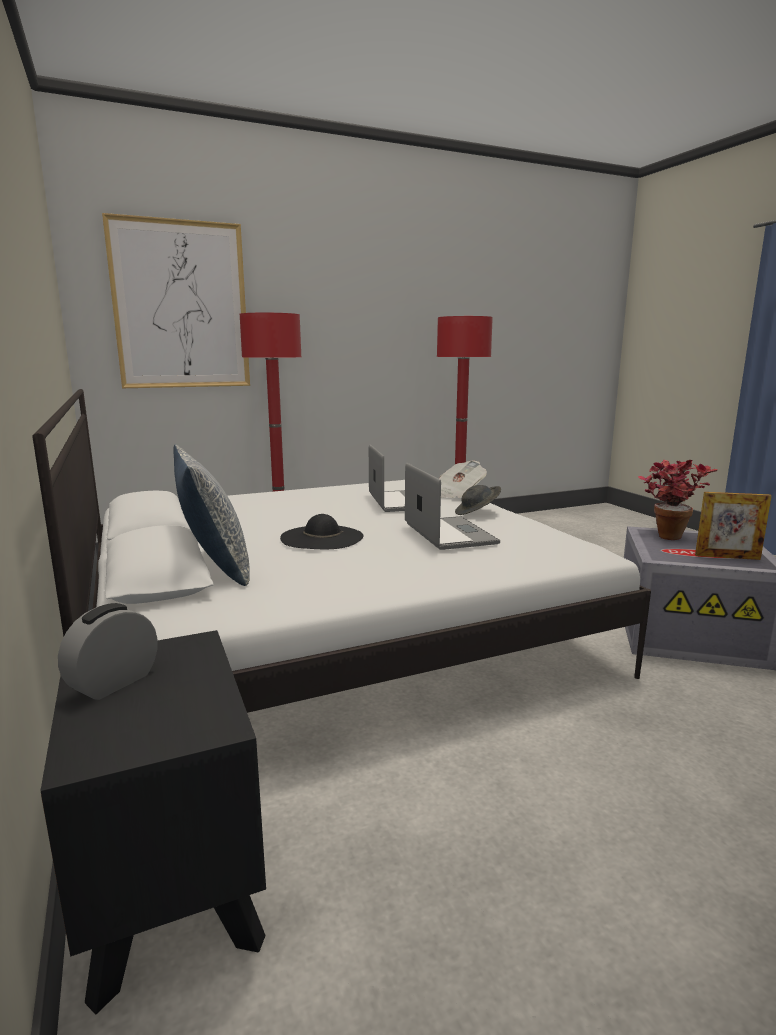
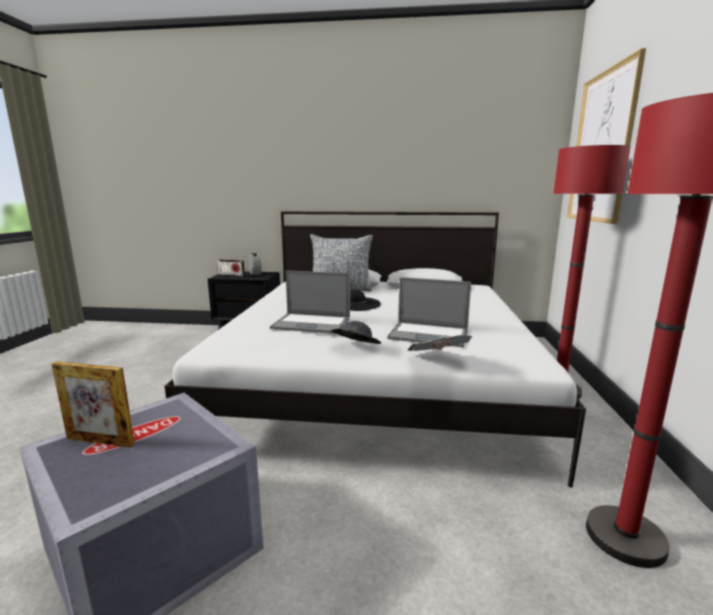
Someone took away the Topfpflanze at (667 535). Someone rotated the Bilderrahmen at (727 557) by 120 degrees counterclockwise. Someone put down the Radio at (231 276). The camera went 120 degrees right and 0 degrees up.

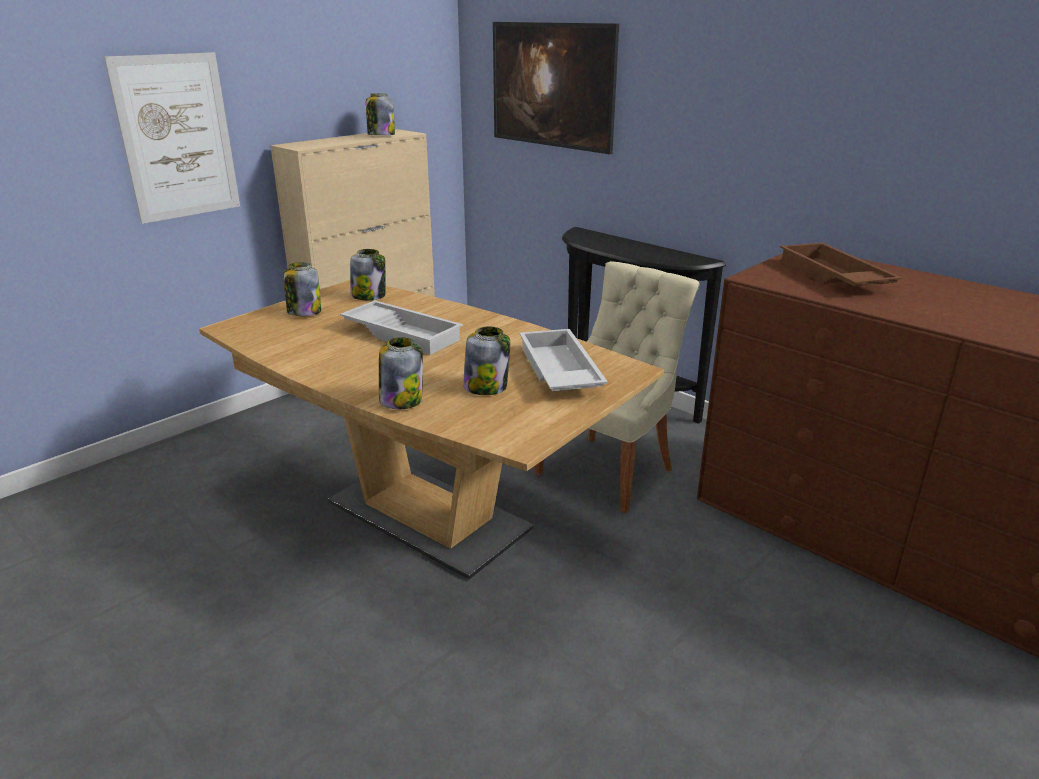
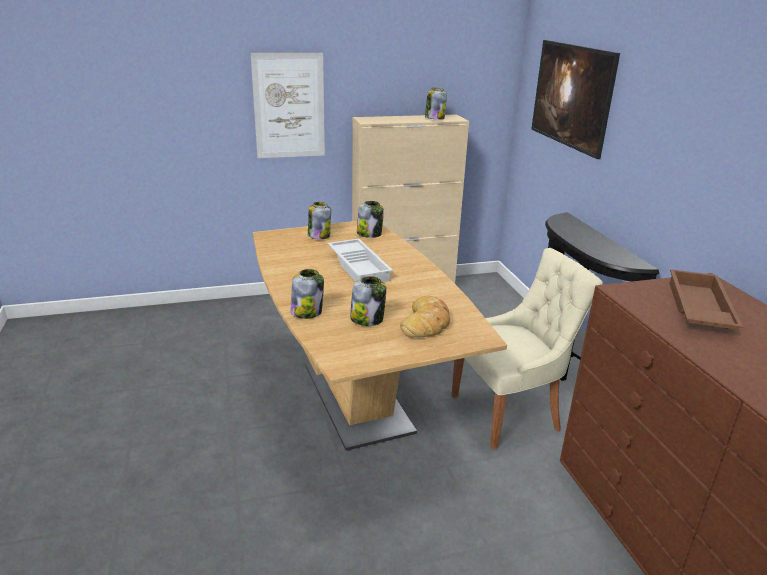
Someone swapped the Tablett/weiß at (557 371) for the Brot at (427 322). The camera went 30 degrees right and 0 degrees up.

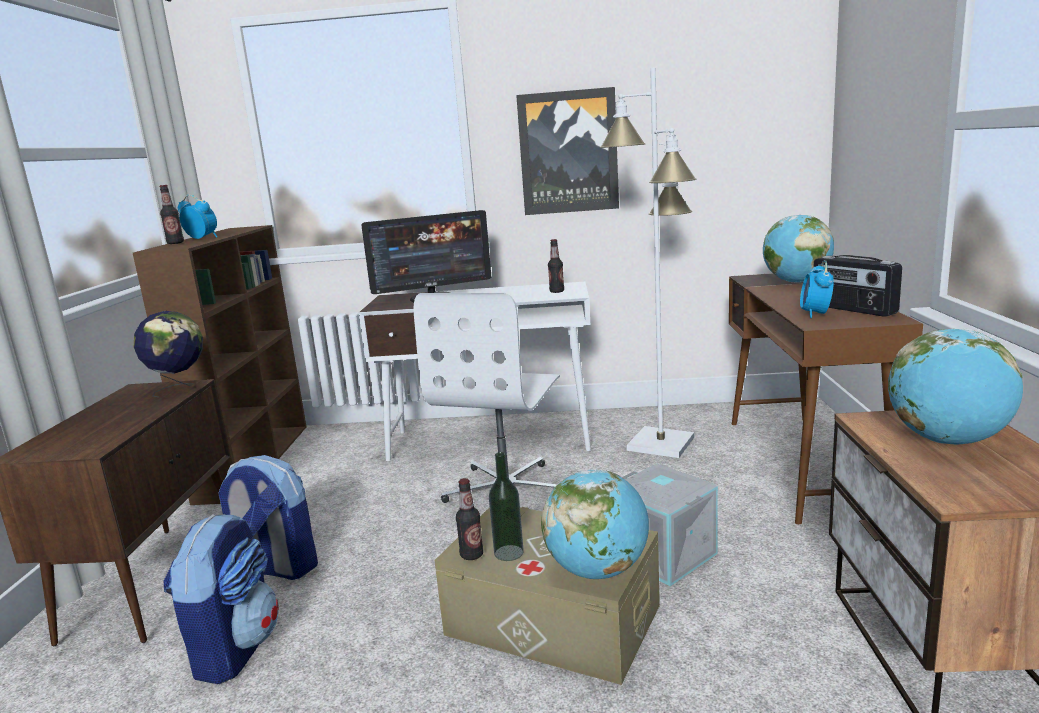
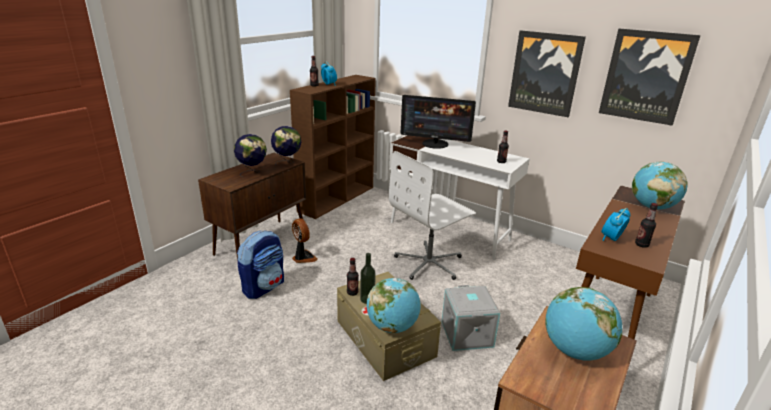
Someone took away the Stehlampe/weiß at (660 443). Someone swapped the Radio at (852 309) for the Flasche at (641 245). Someone swapped the Rucksack at (274 568) for the Ventilator at (303 258). Someone put up the Bild at (646 76). Someone put down the Globus at (252 172). The camera went 30 degrees right and 10 degrees up.

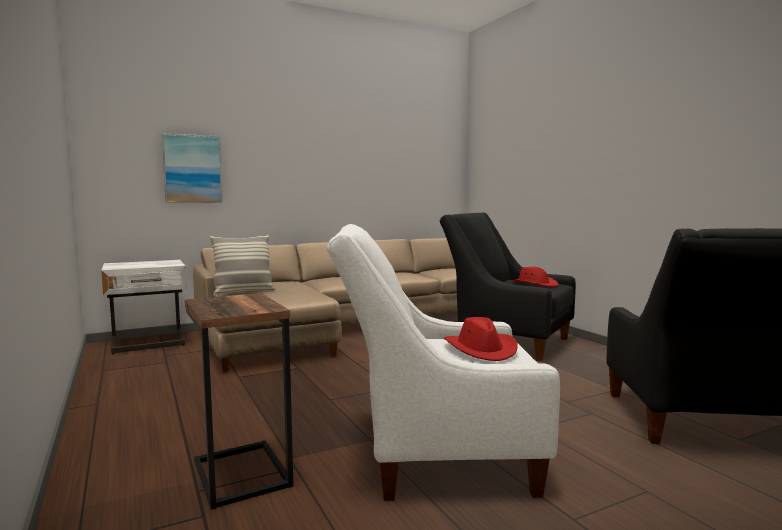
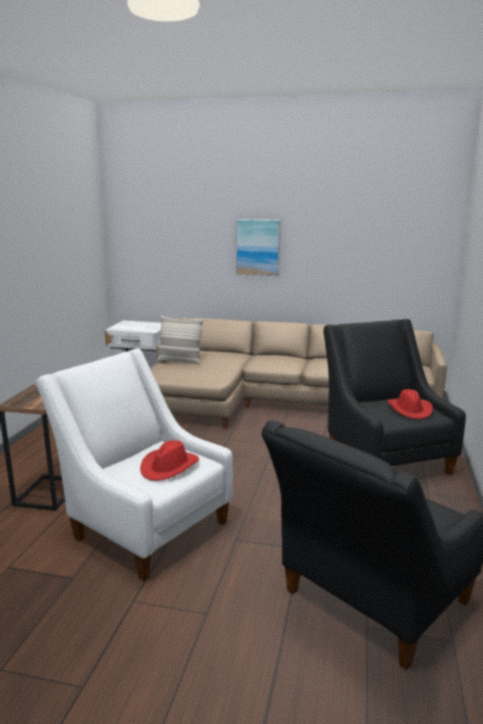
Someone carried the Bild from (192 169) to (258 247). The camera went 40 degrees right and 10 degrees up.

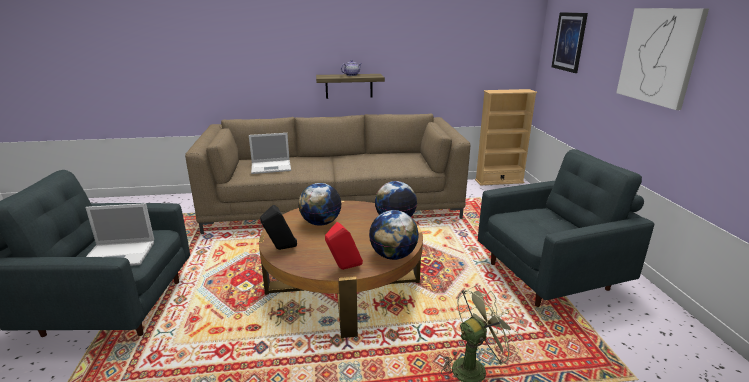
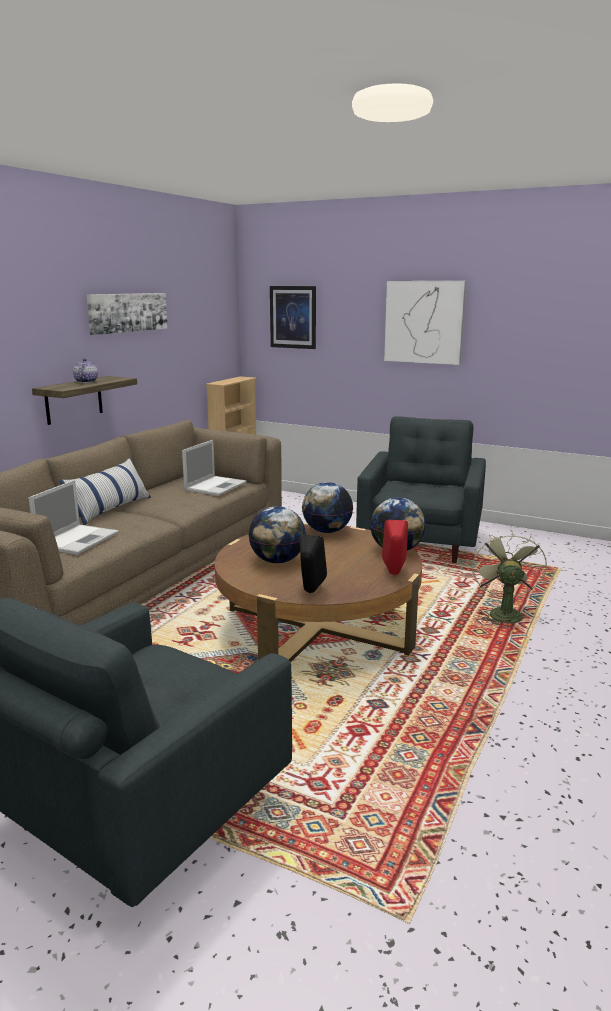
Someone carried the Laptop from (119 255) to (216 486). Someone put up the Bild at (127 312). Someone put down the Kissen at (110 509). The camera went 55 degrees left and 5 degrees down.

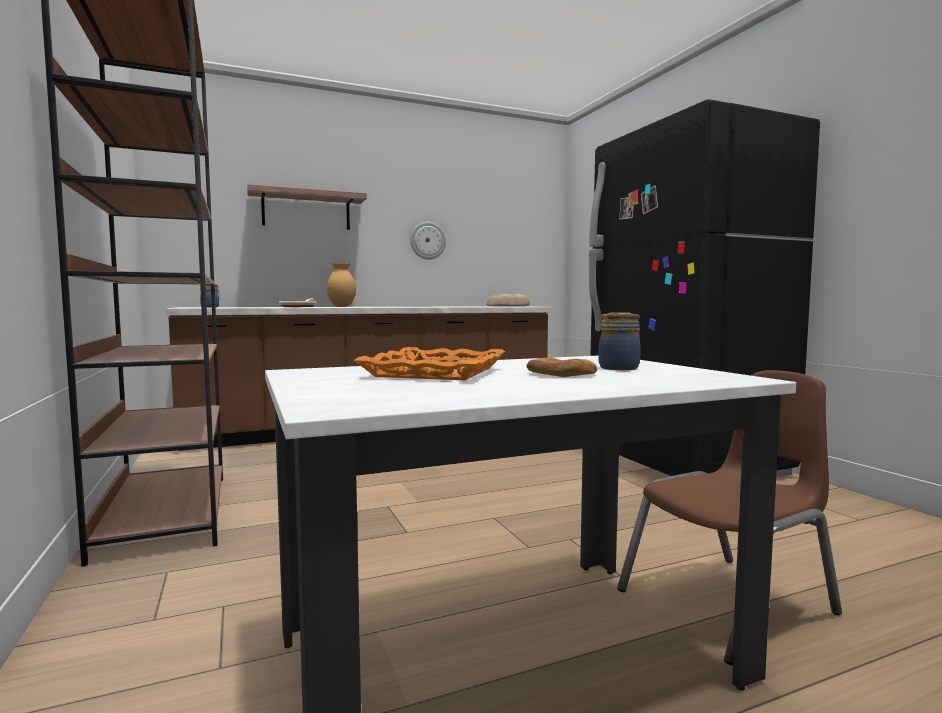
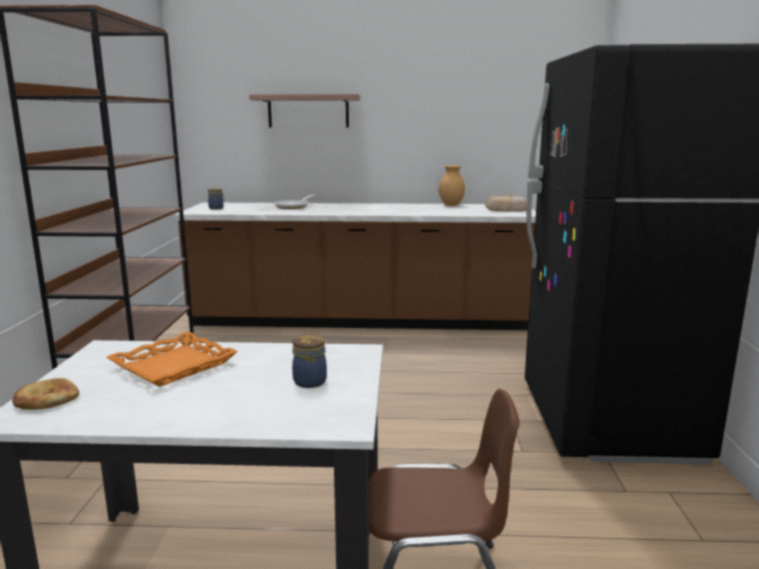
Someone took away the Wanduhr at (427 240). Someone carried the Vase/braun from (342 306) to (451 205). Someone carried the Brot from (561 373) to (46 399). The camera went 25 degrees right and 10 degrees up.

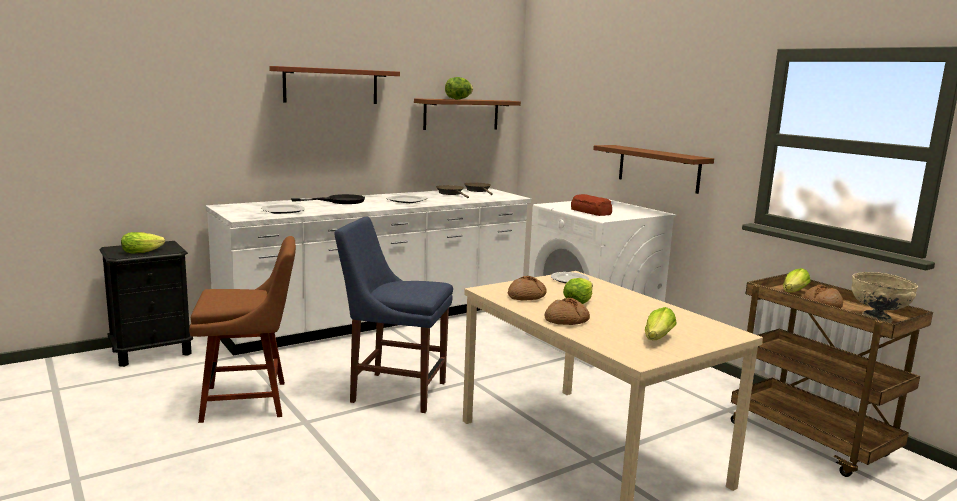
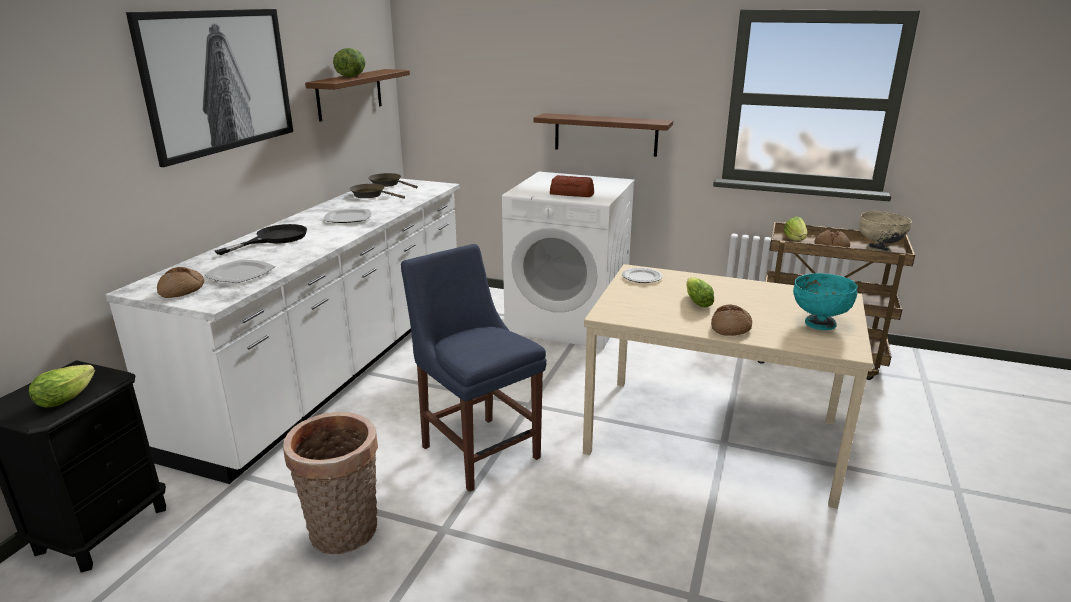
Someone swapped the Wandregal/braun at (331 86) for the Bild at (218 81). Someone rotated the Stuhl/blau at (394 391) by 75 degrees clockwise. Someone swapped the Stuhl/braun at (250 401) for the Korb at (344 534). Someone carried the Brot from (526 296) to (182 290). Someone swapped the Salatkopf at (657 339) for the Schüssel/türkis at (819 323). The camera went 35 degrees left and 10 degrees up.

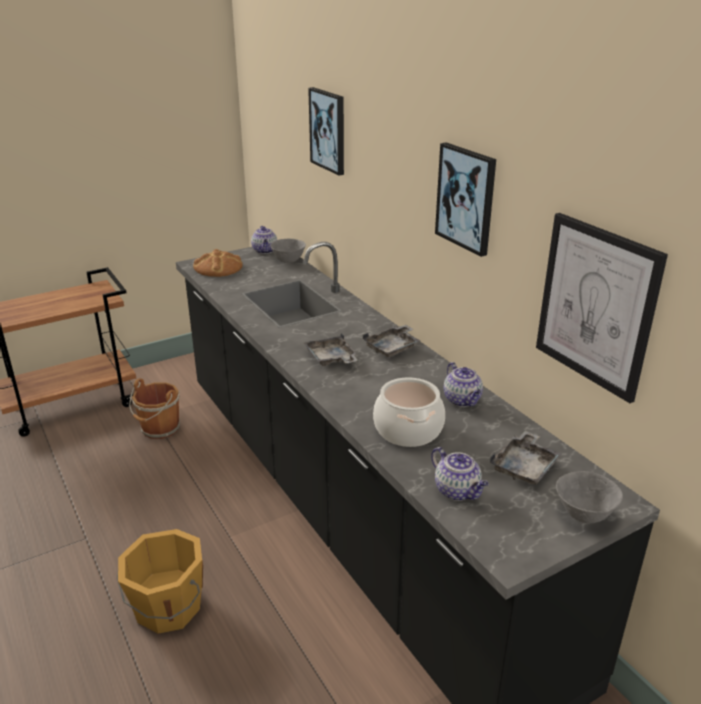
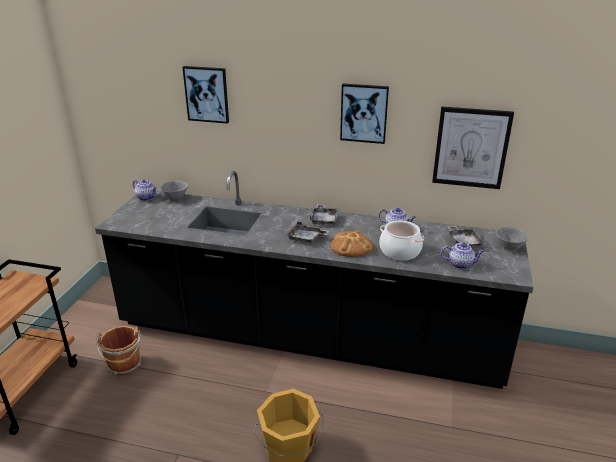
Someone carried the Brot from (218 268) to (351 246). The camera went 45 degrees left and 0 degrees up.

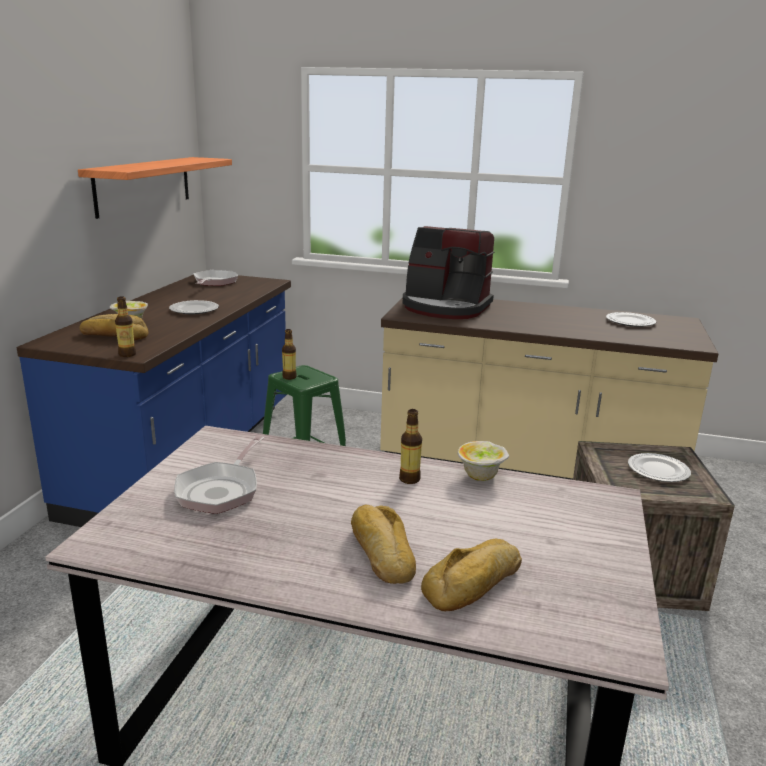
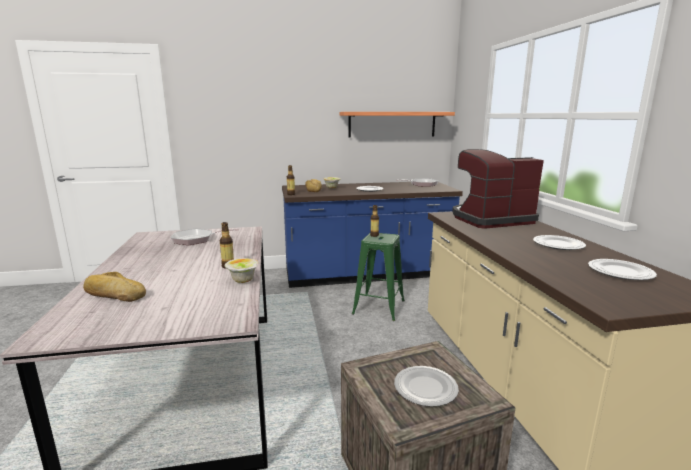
Someone rotated the Kaffeemaschine at (445 307) by 75 degrees clockwise. Someone took away the Brot at (381 552). Someone put down the Teller at (557 244). The camera went 65 degrees right and 5 degrees down.

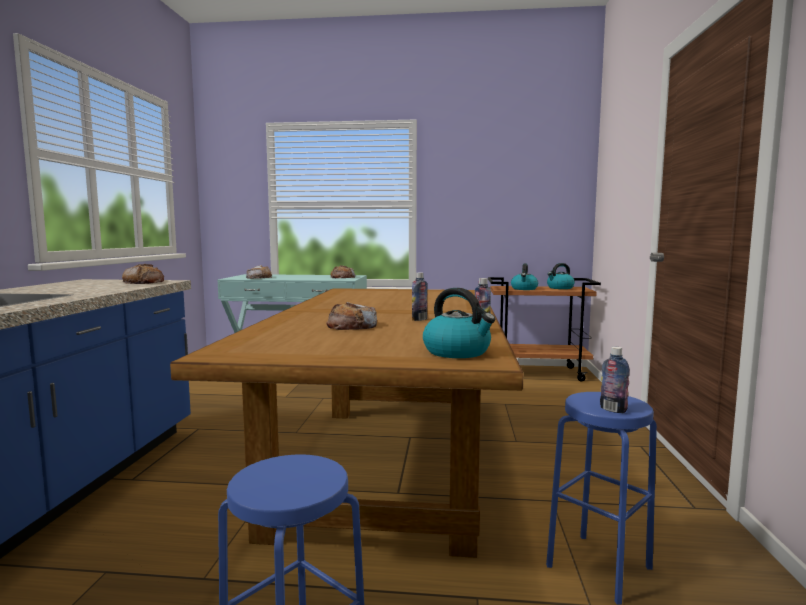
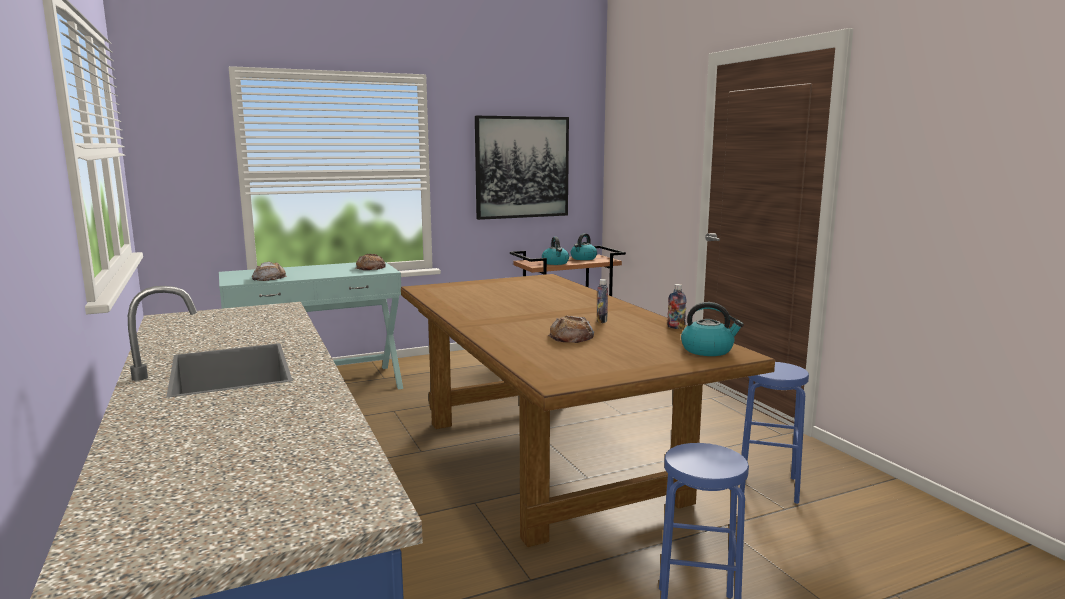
Someone took away the Brot at (143 282). Someone took away the Flasche at (613 409). Someone put up the Bild at (522 167). The camera went 30 degrees left and 5 degrees up.

